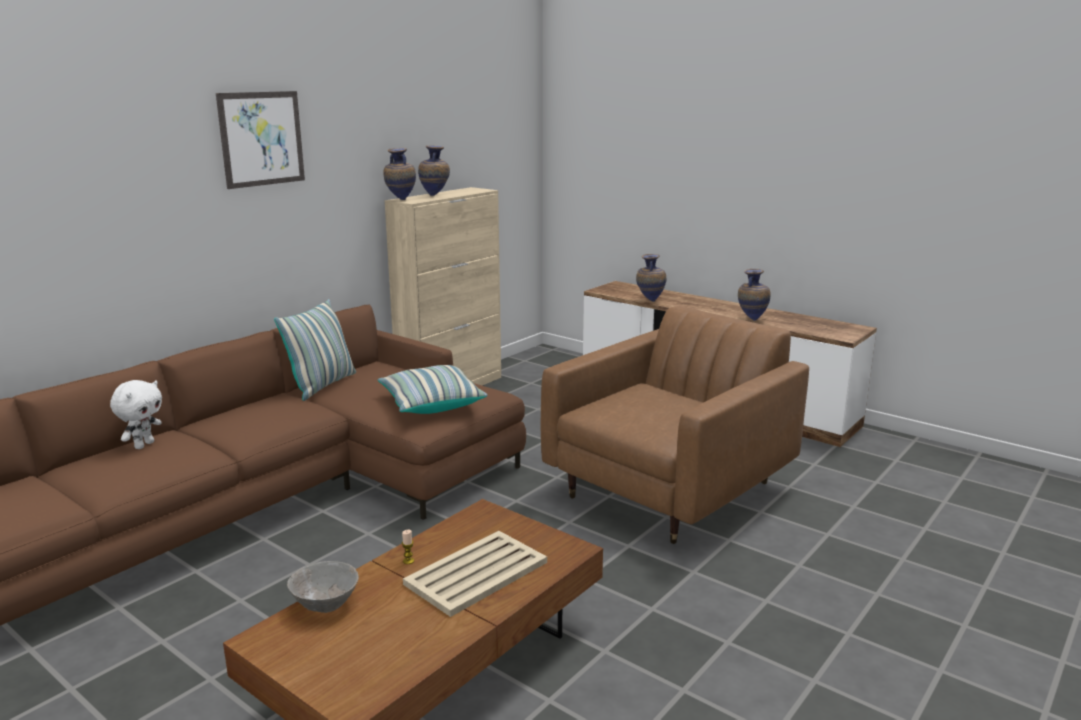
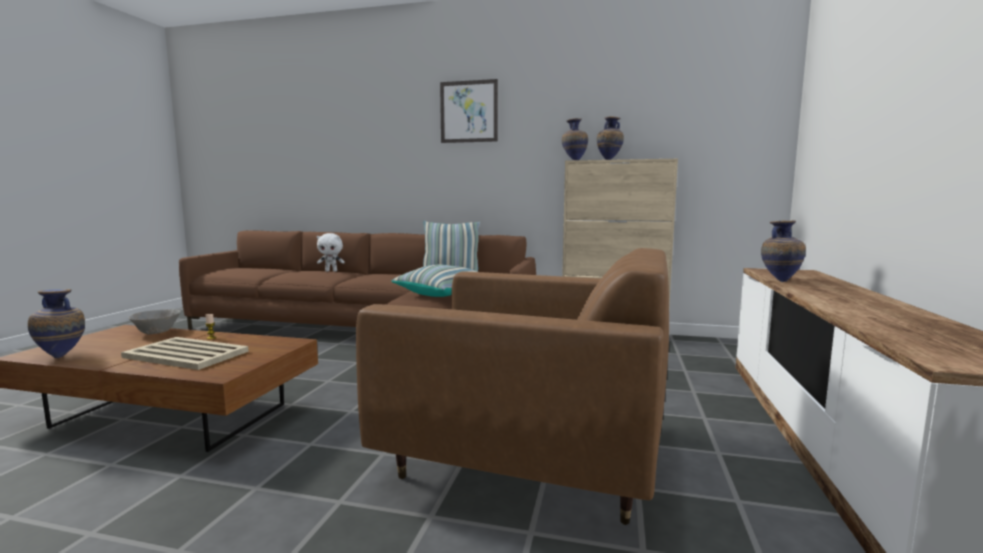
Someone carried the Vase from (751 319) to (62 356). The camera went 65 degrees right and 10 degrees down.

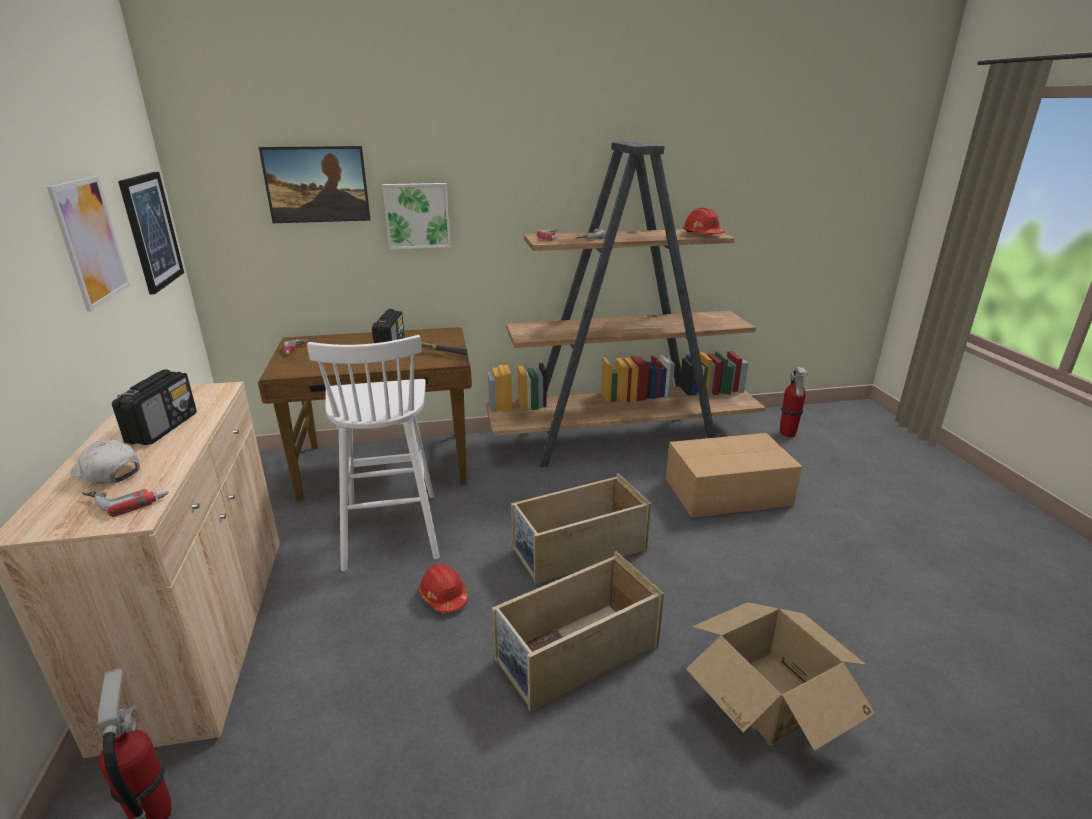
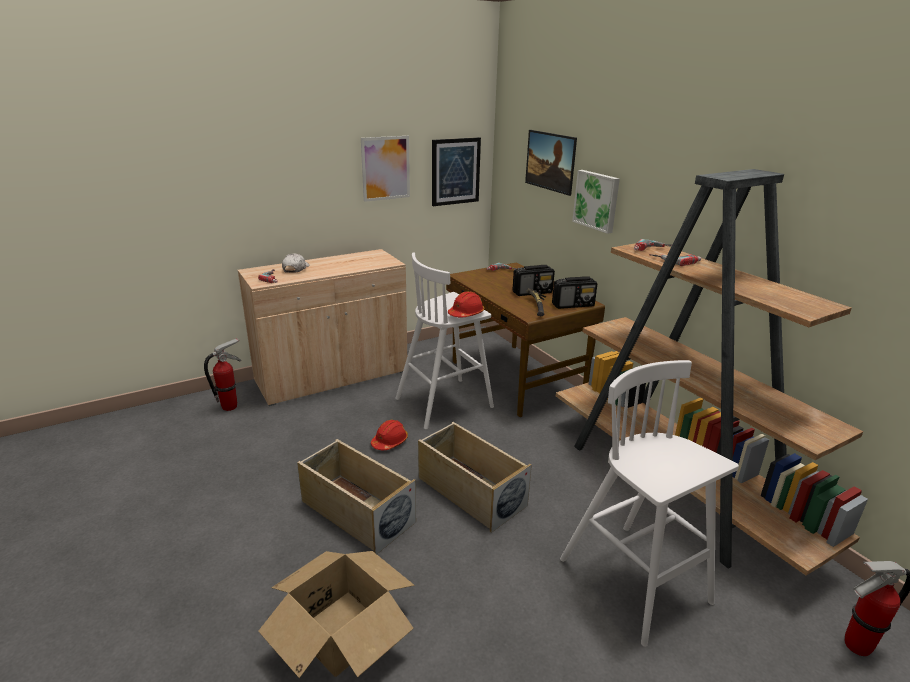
Someone carried the Schutzhelm/rot from (702 234) to (466 314). Someone carried the Radio from (163 428) to (573 305). Someone swapped the Karton at (725 492) for the Hocker/weiß at (636 582). The camera went 70 degrees right and 0 degrees up.

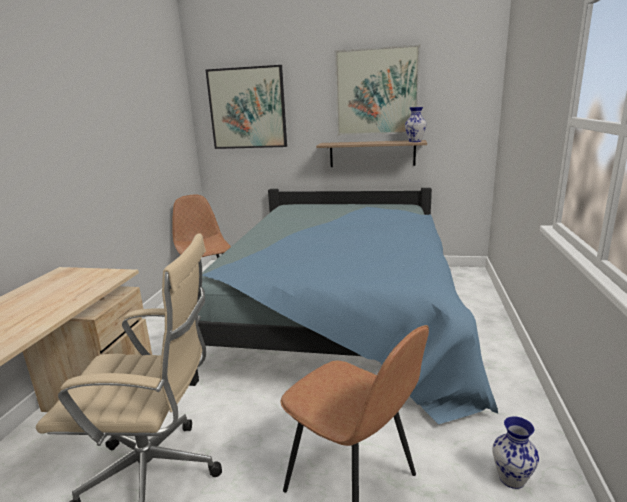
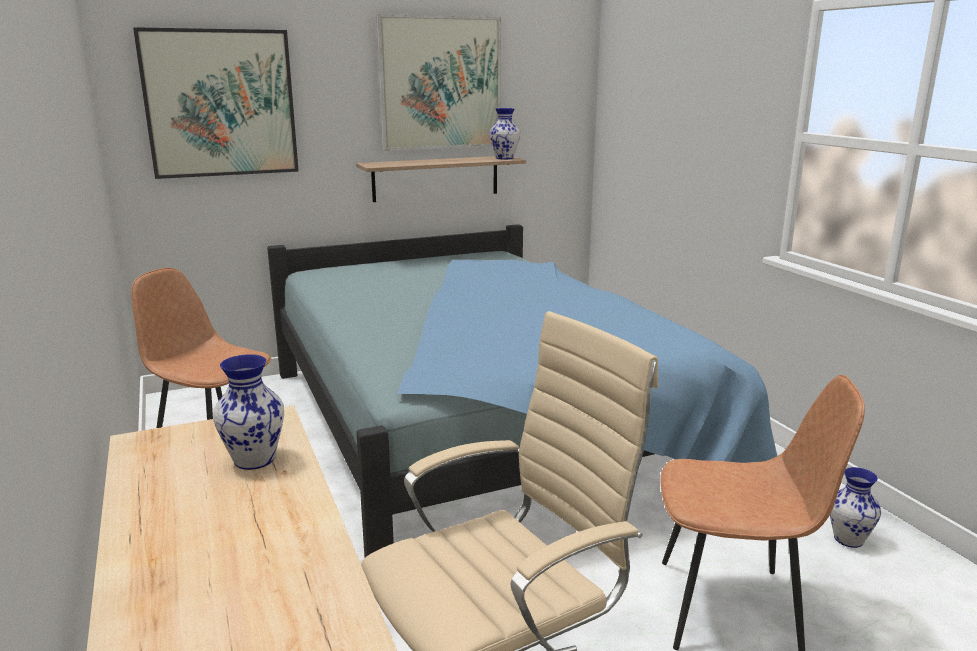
Someone put down the Vase at (253 459). The camera went 35 degrees left and 0 degrees up.

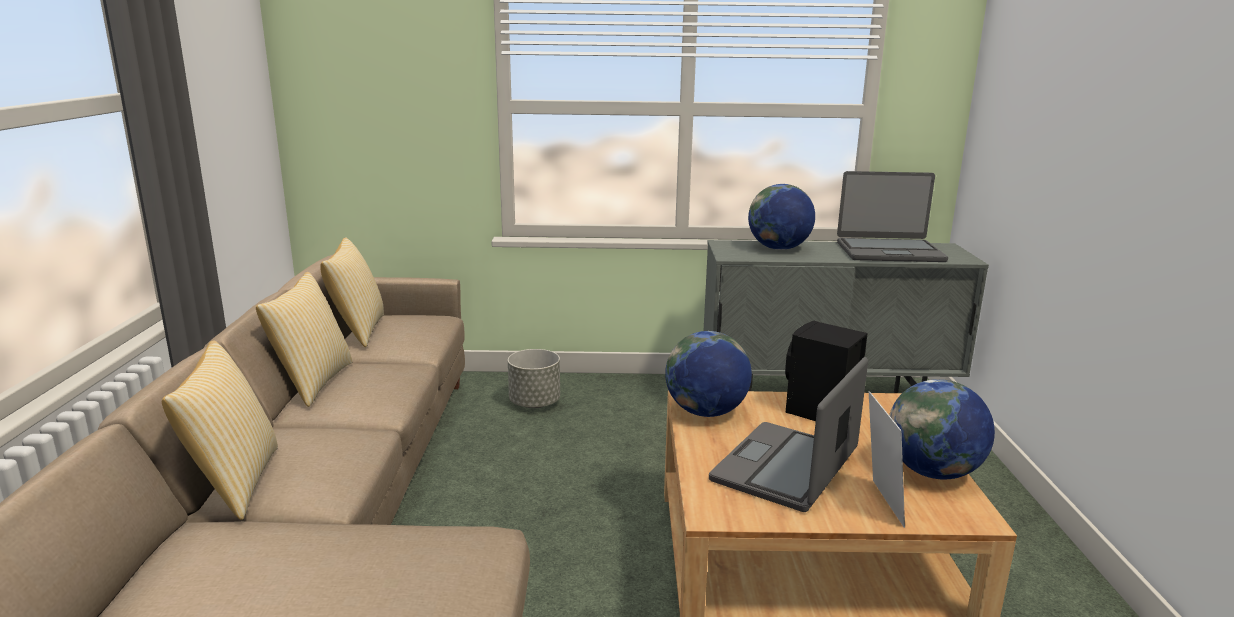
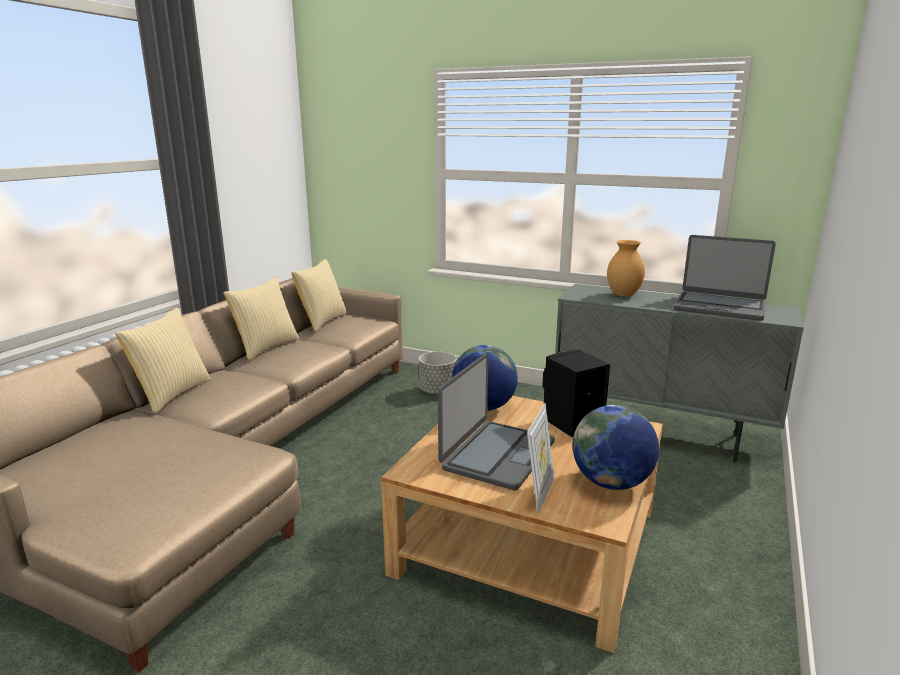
Someone swapped the Globus at (778 248) for the Vase/braun at (623 295). Someone rotated the Laptop at (786 468) by 150 degrees clockwise. The camera went 25 degrees right and 0 degrees up.

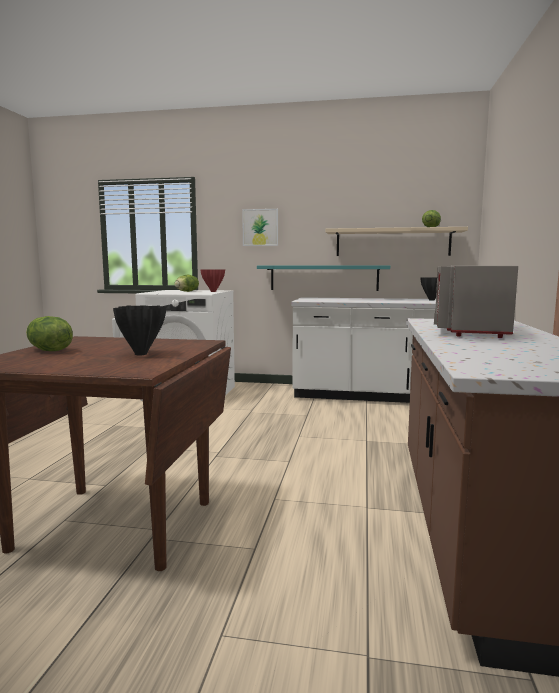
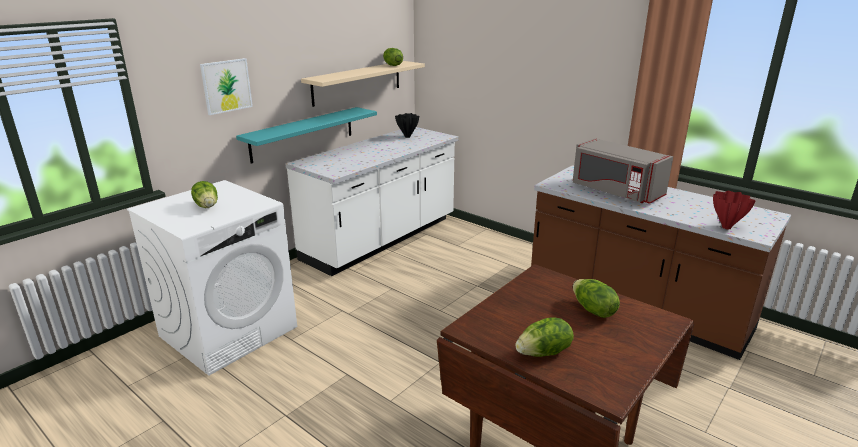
Someone carried the Vase/rot from (213 291) to (726 227). Someone swapped the Vase/schwarz at (141 354) for the Salatkopf at (593 310). The camera went 60 degrees left and 15 degrees up.

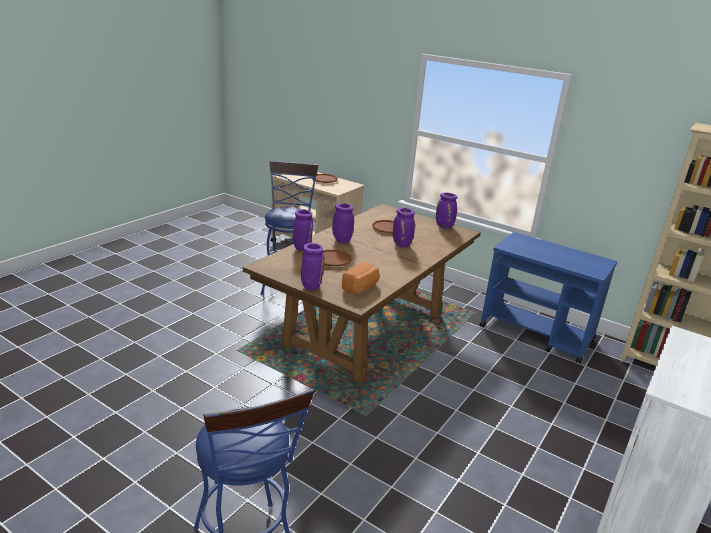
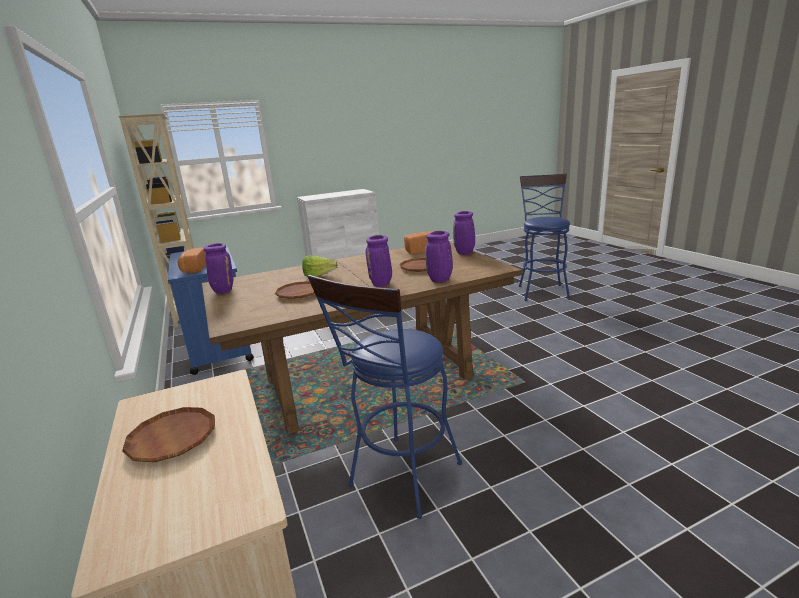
Someone swapped the Vase/lila at (402 245) for the Salatkopf at (321 276). Someone put down the Brot at (194 269). The camera went 145 degrees left and 5 degrees down.

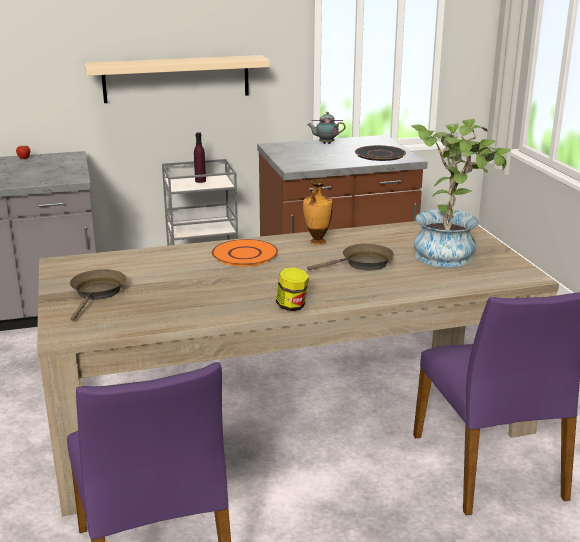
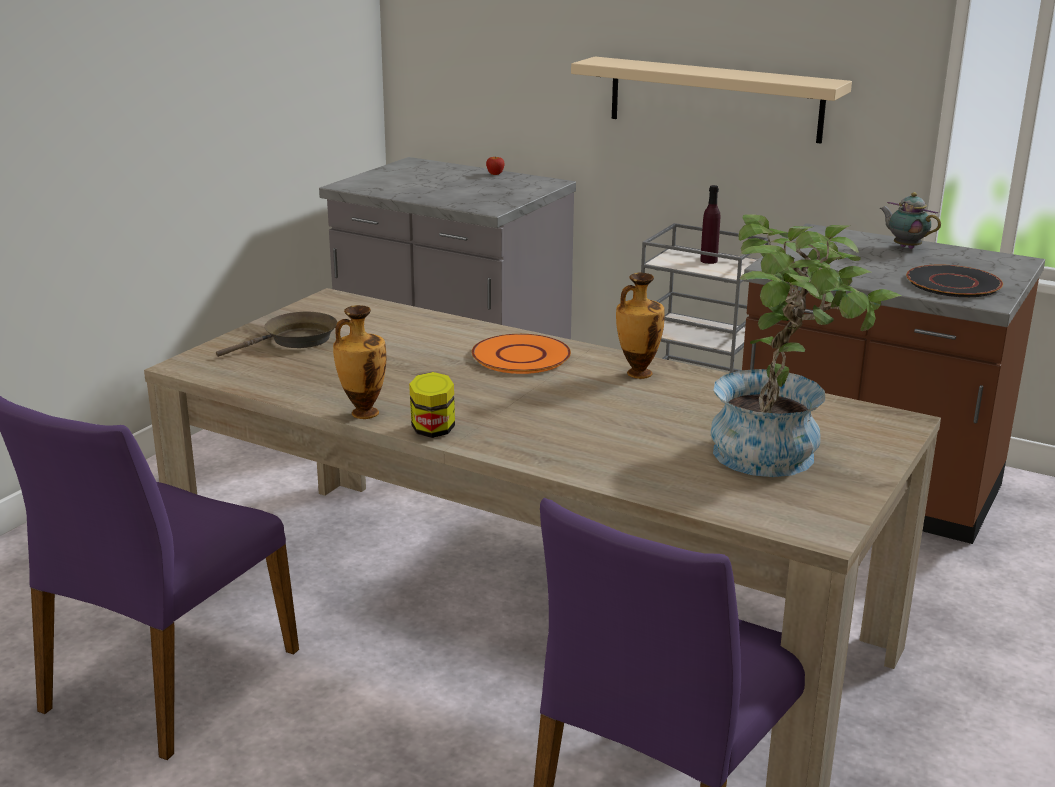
Someone took away the Pfanne/braun at (363 264). Someone put down the Vase at (362 413). The camera went 45 degrees right and 0 degrees up.

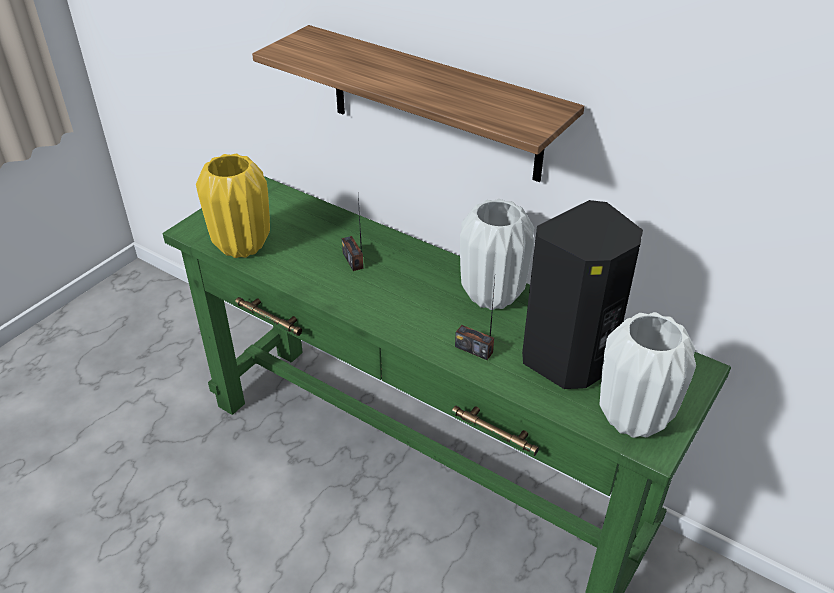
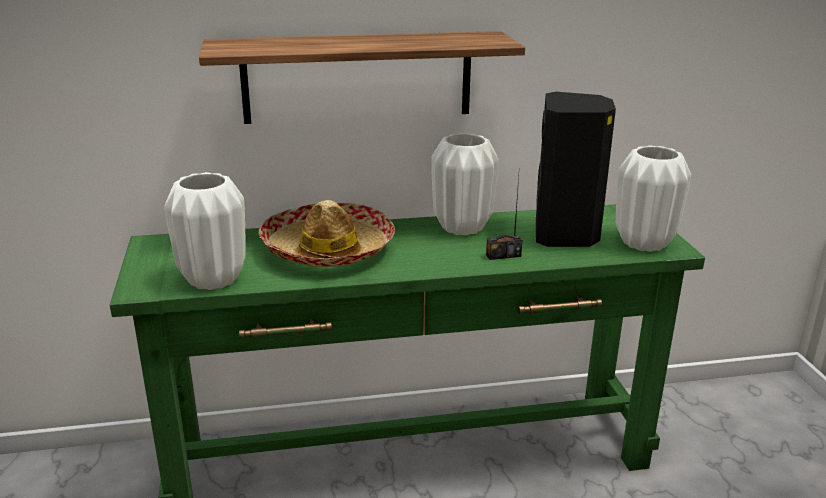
Someone repainted the Vase/gelb at (242 245), which became the Vase/weiß at (213 279). Someone swapped the Radio at (353 260) for the Hut at (328 250). The camera went 45 degrees left and 15 degrees down.

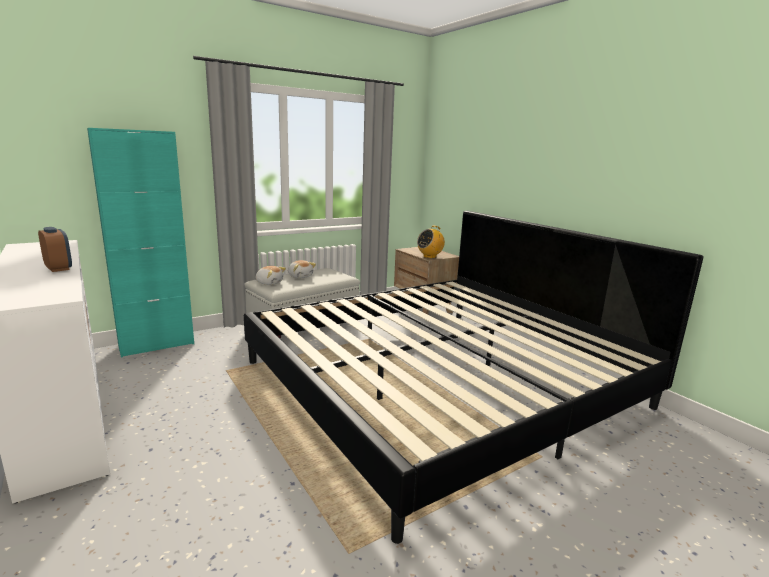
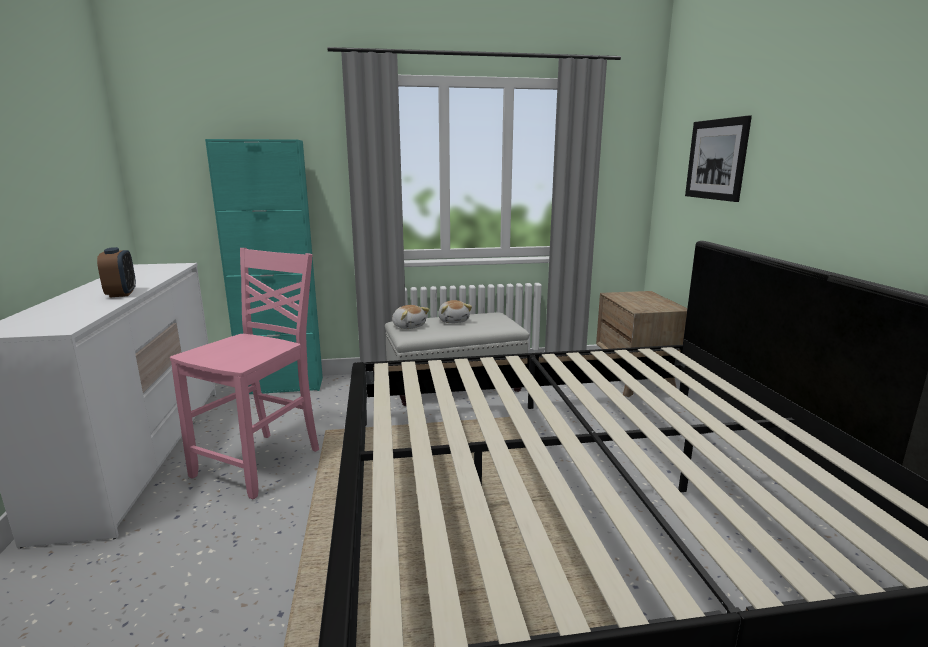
Someone took away the Radio at (430 256). Someone put up the Bild at (716 159). Someone put down the Stuhl/rosa at (261 462). The camera went 25 degrees right and 0 degrees up.

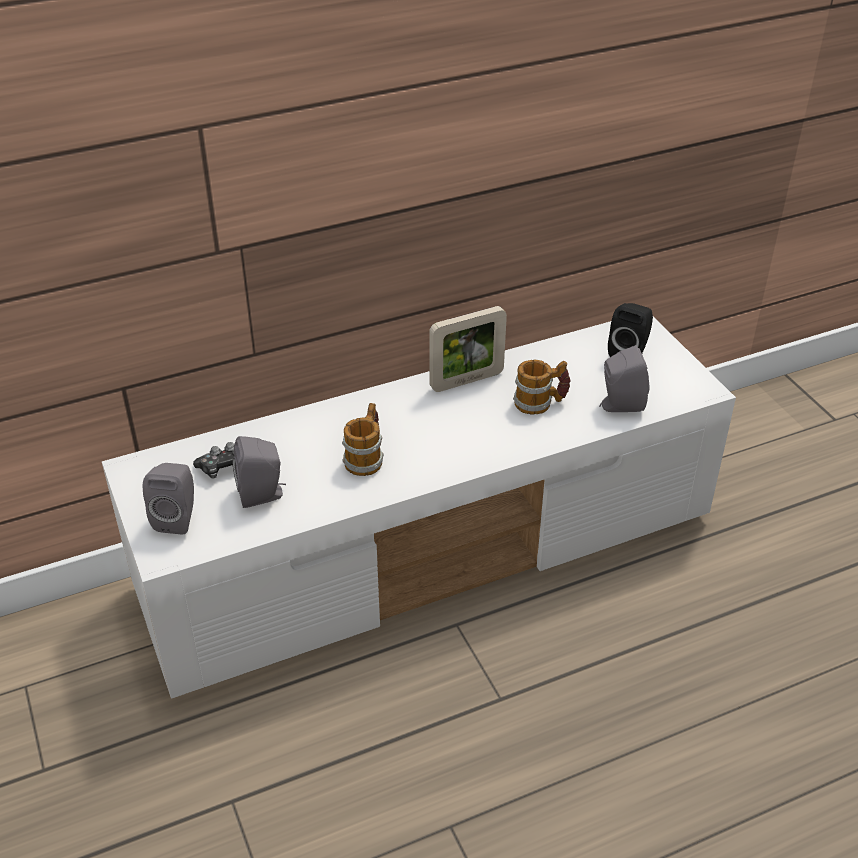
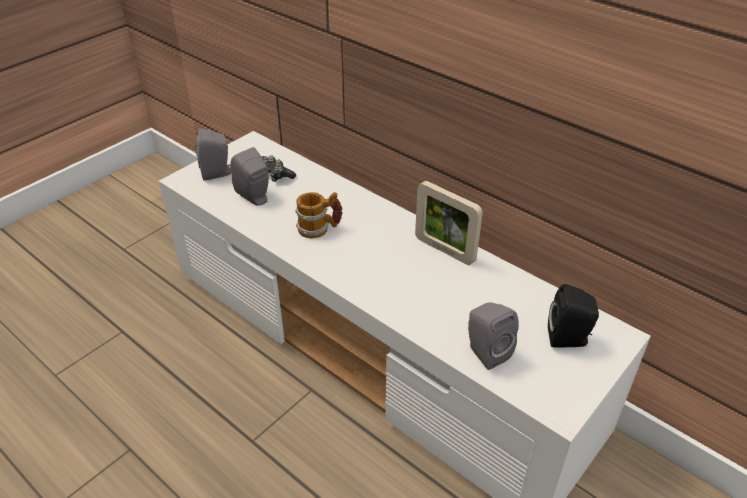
Someone took away the Henkelbecher at (540 403). The camera went 65 degrees right and 0 degrees up.

